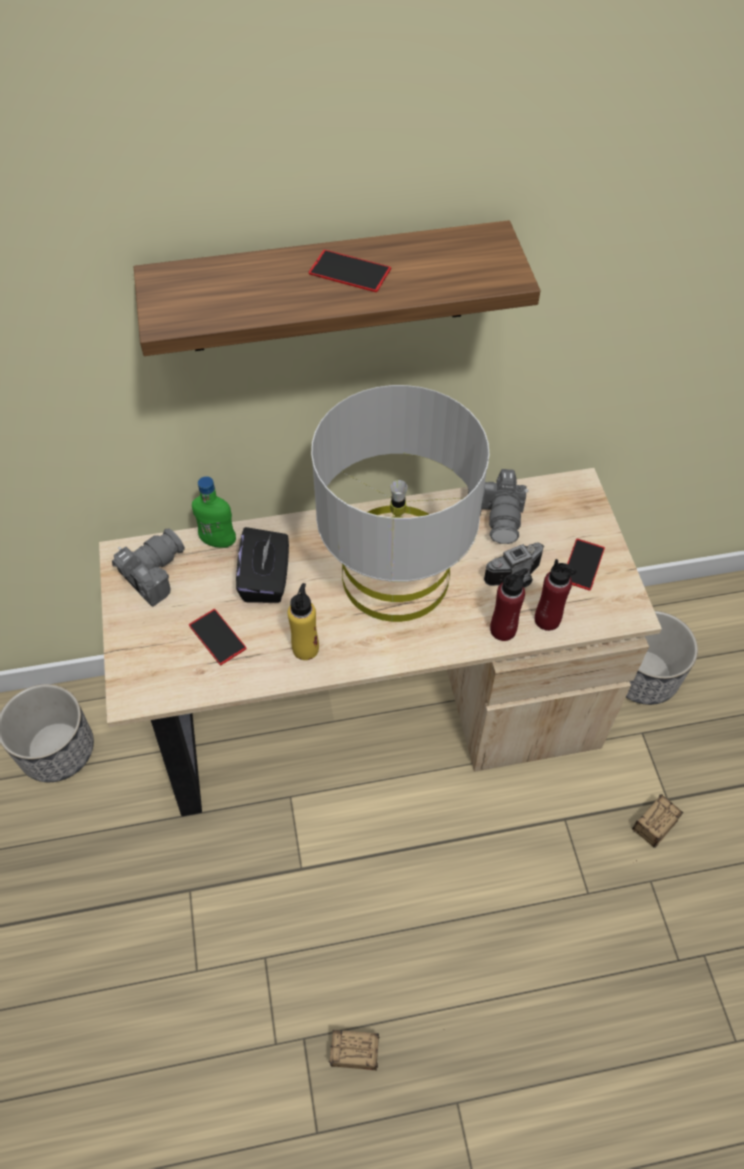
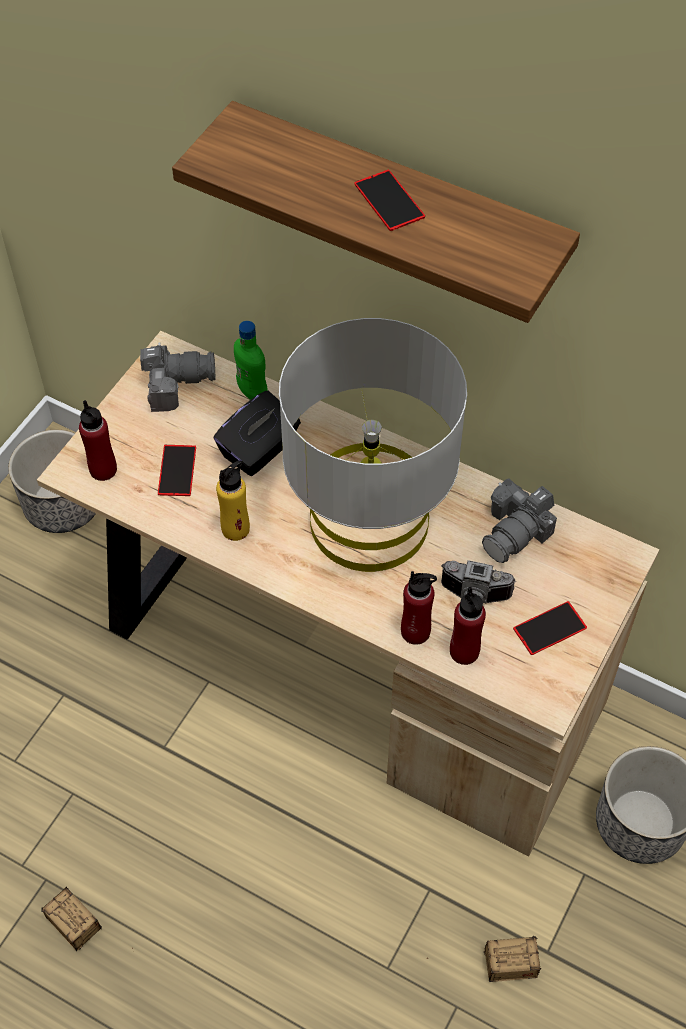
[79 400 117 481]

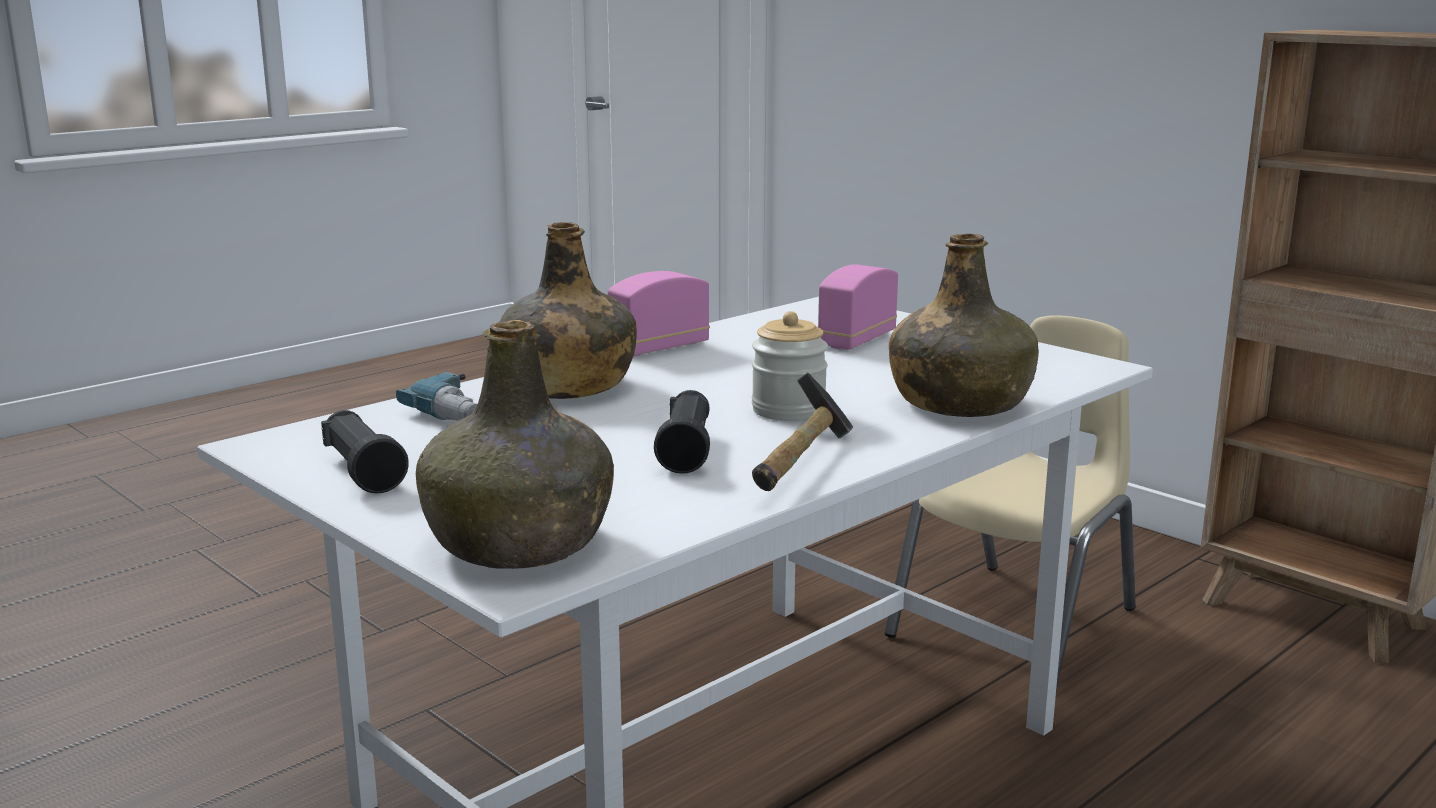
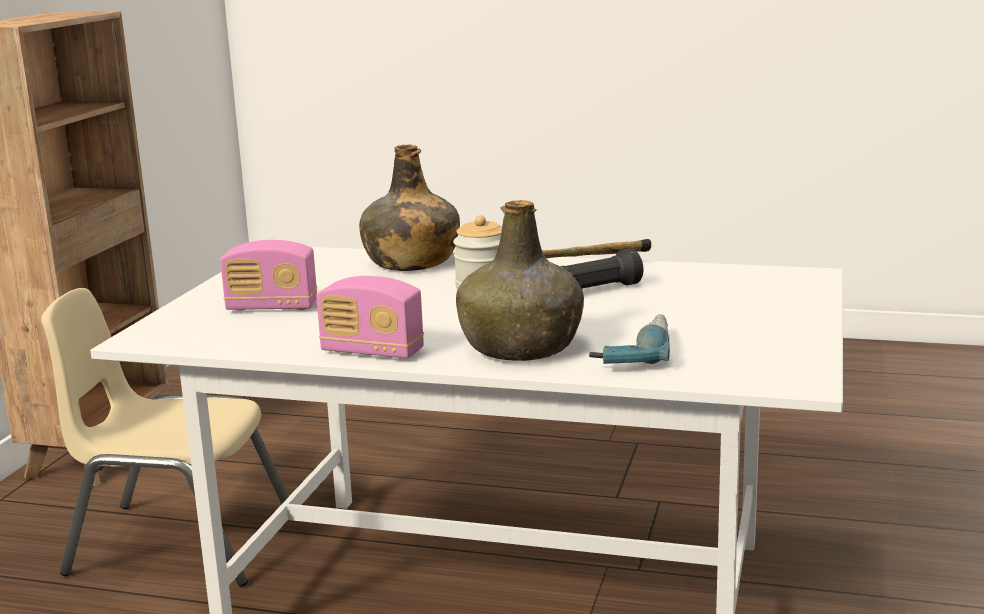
[416 320 614 569] (first image)
[321 410 409 494] (first image)

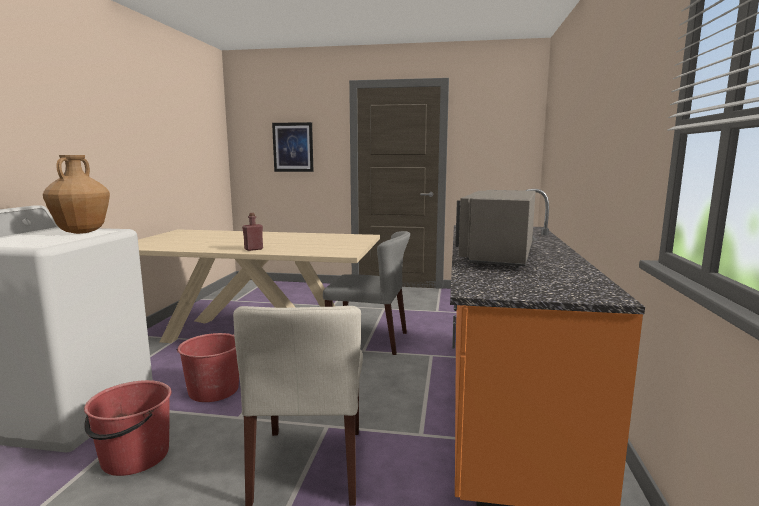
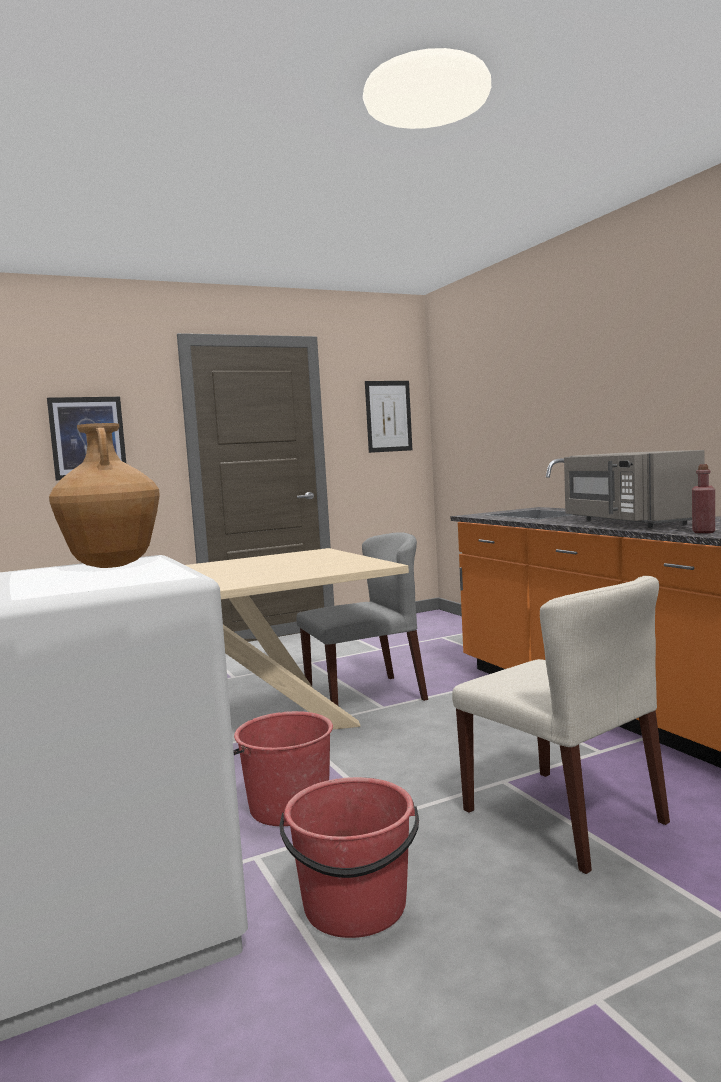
[692 464 715 533]
[365 381 412 453]

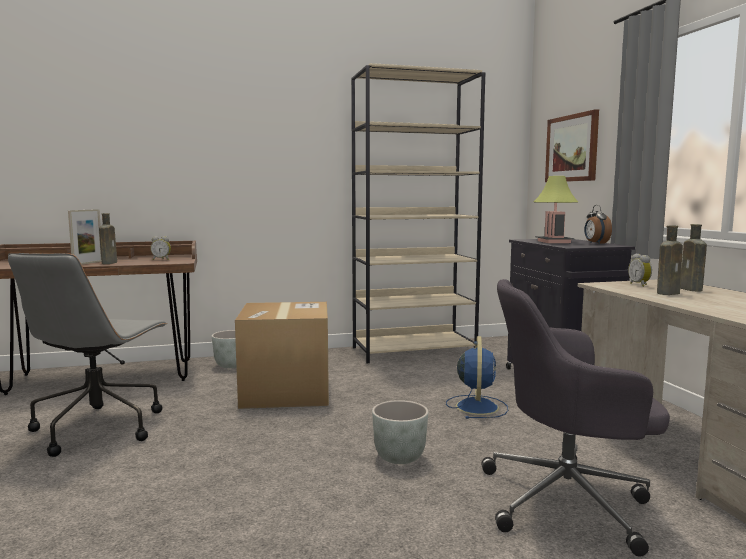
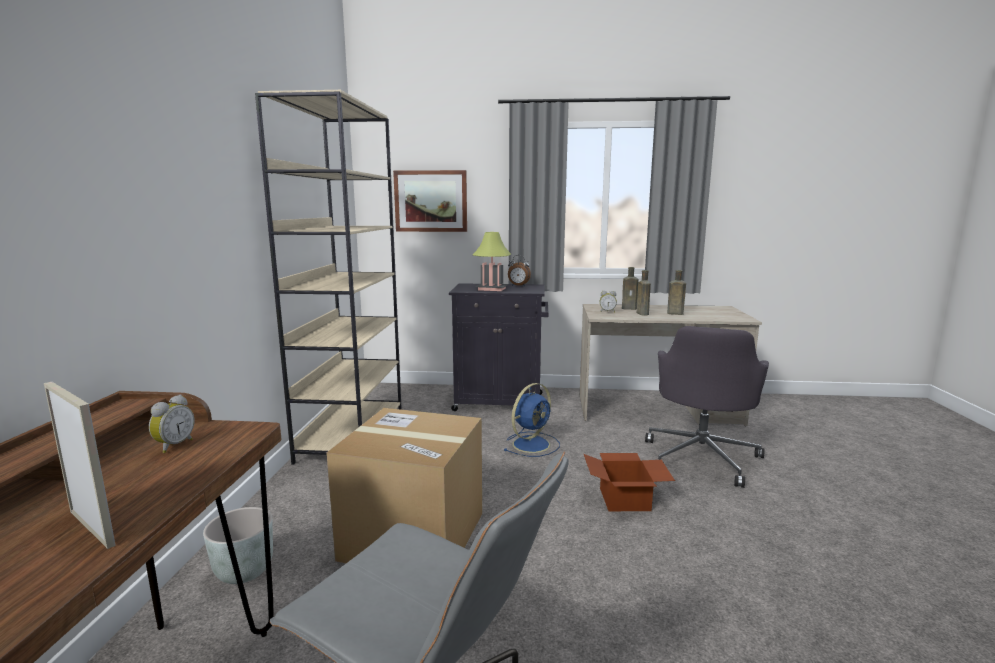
[667 270 686 315]
[503 383 560 457]
[584 453 675 511]

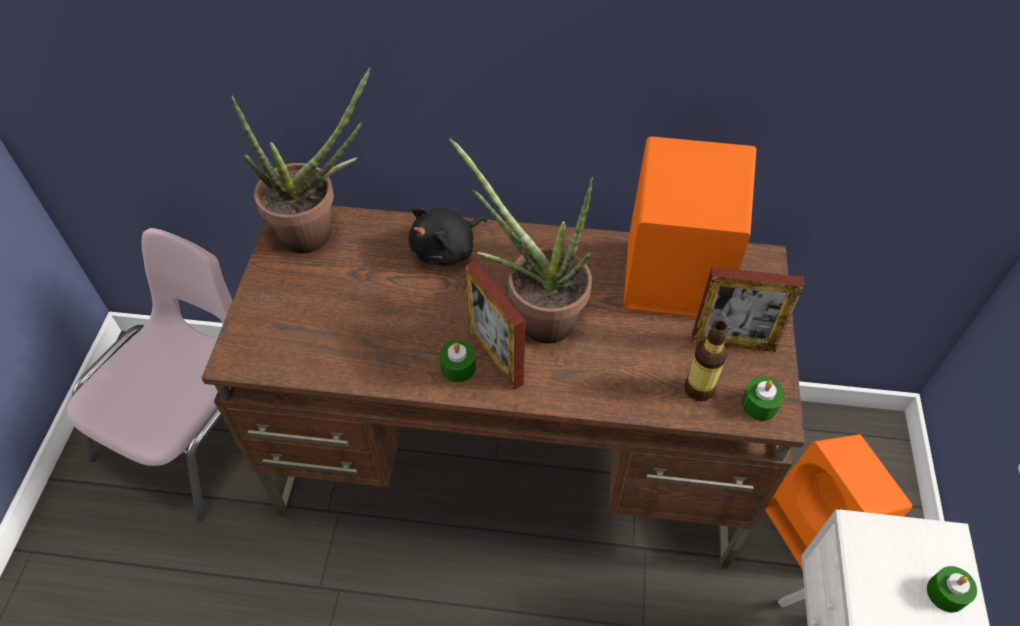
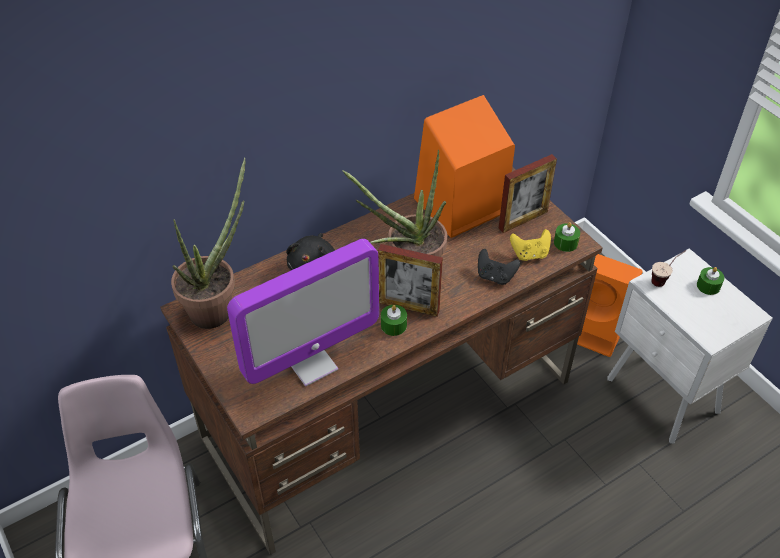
[510 229 551 261]
[227 239 379 386]
[478 249 520 285]
[651 250 686 287]

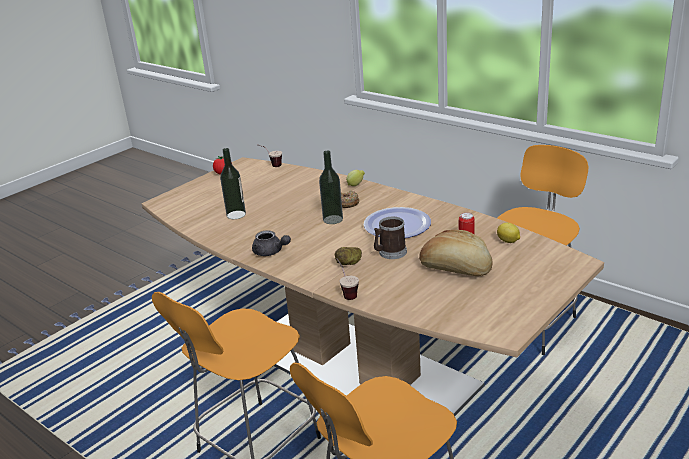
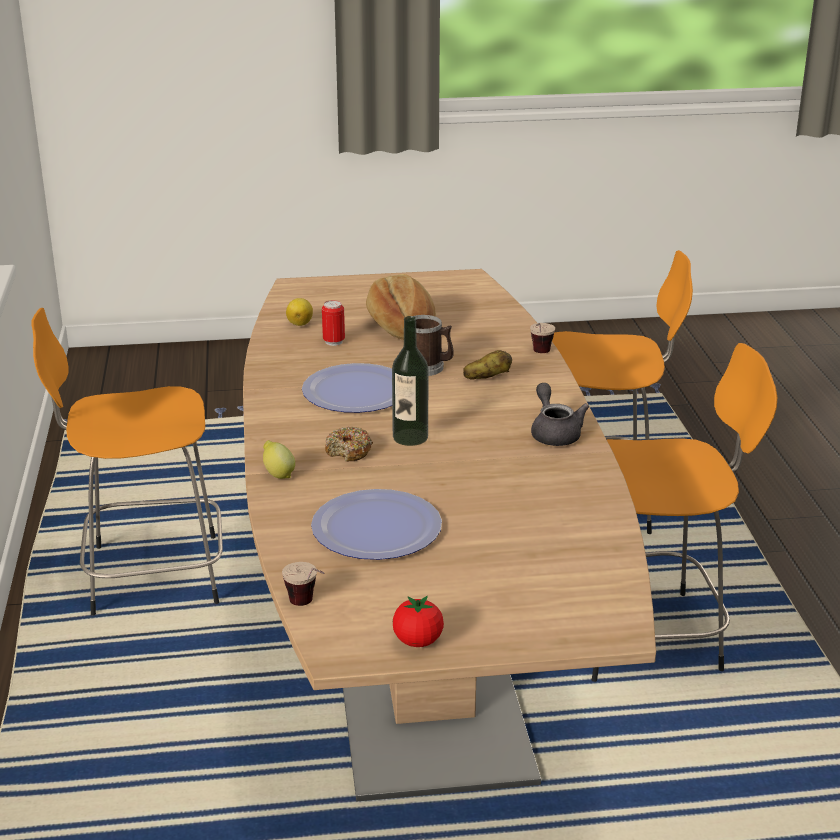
[220 148 246 219] (first image)
[311 489 442 560]

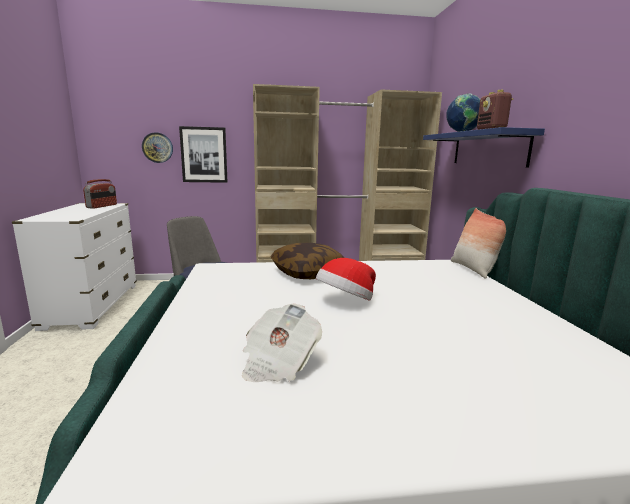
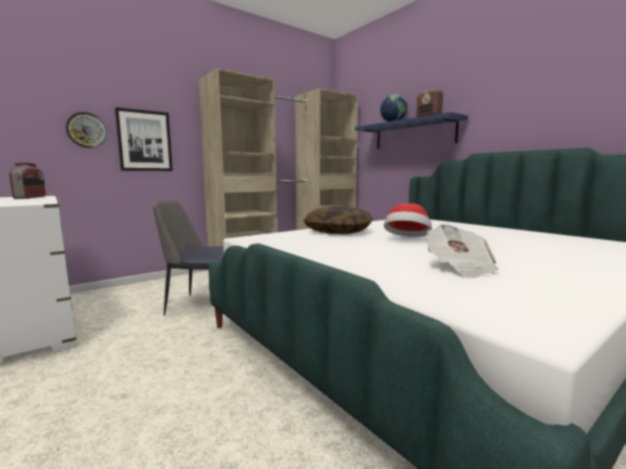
[451 208 506 279] (first image)

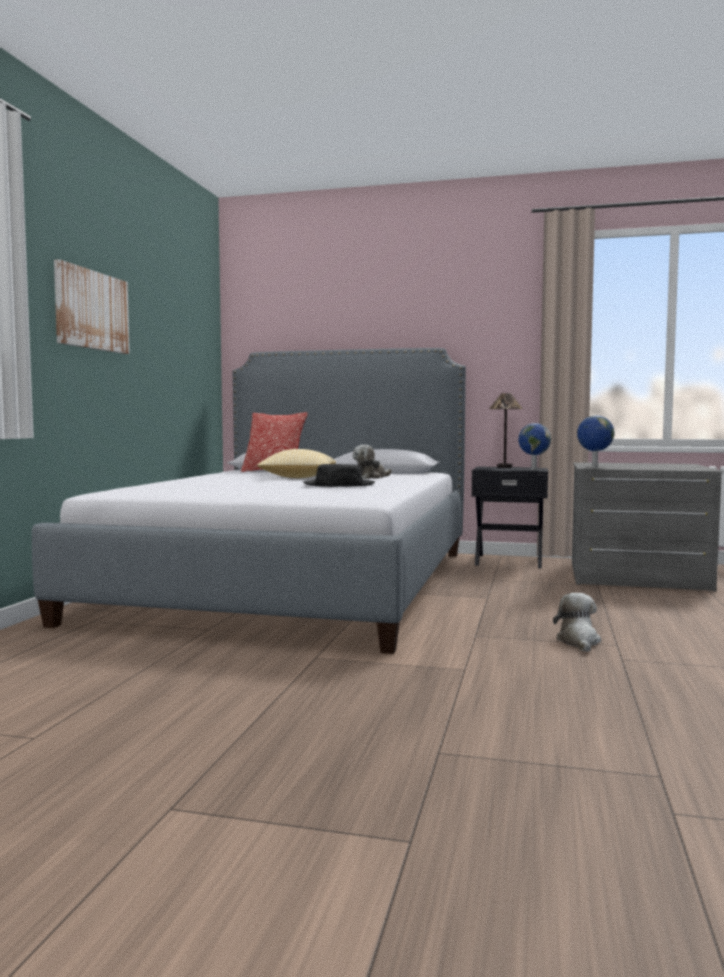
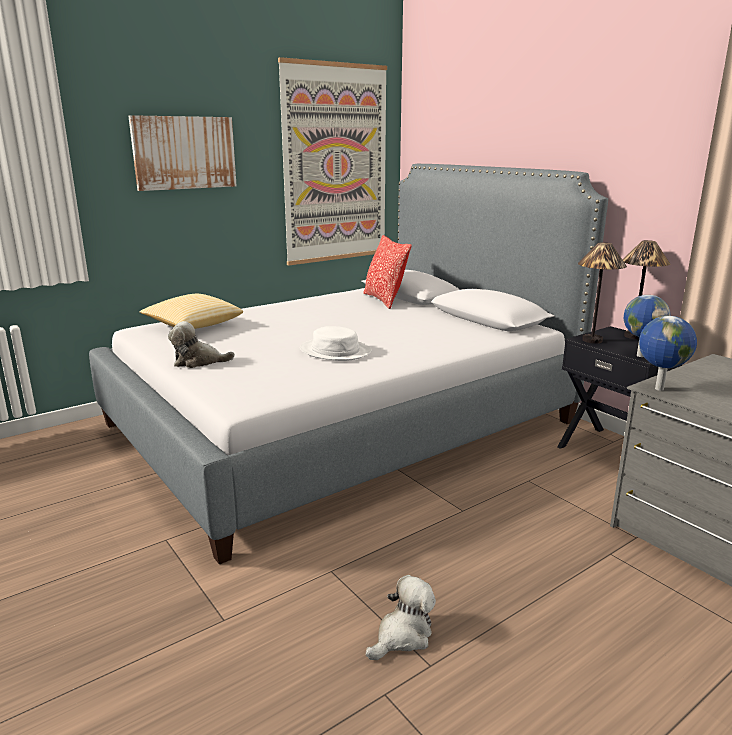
[168 321 235 368]
[140 294 243 329]
[300 326 371 361]
[278 57 387 266]
[578 243 627 344]

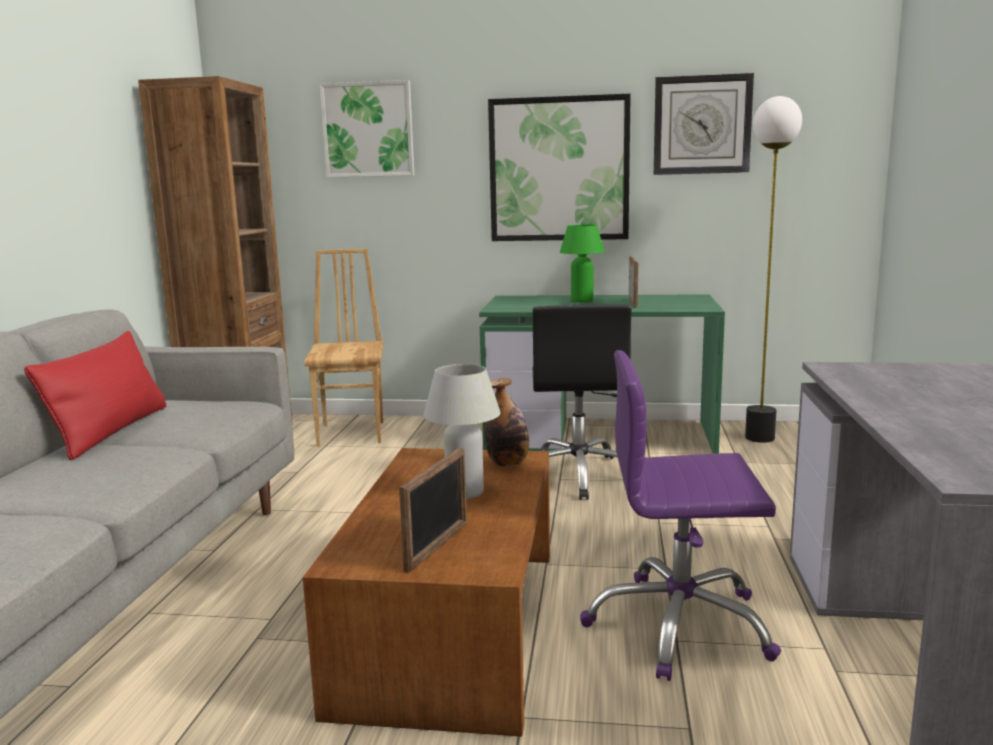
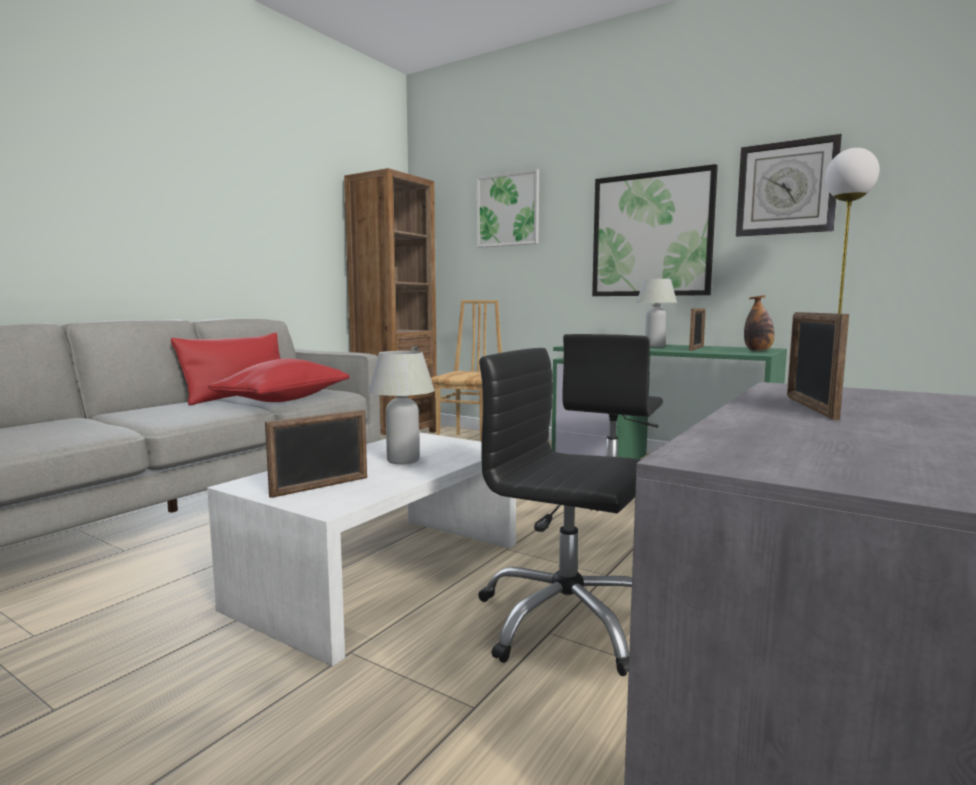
[636 279 677 347]
[478 348 642 676]
[744 295 774 351]
[207 432 516 666]
[787 312 849 420]
[207 358 350 402]

